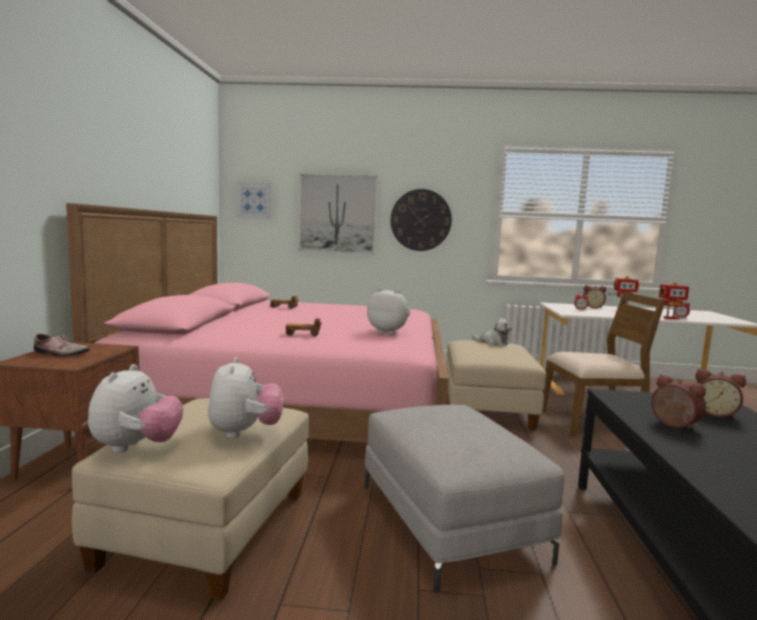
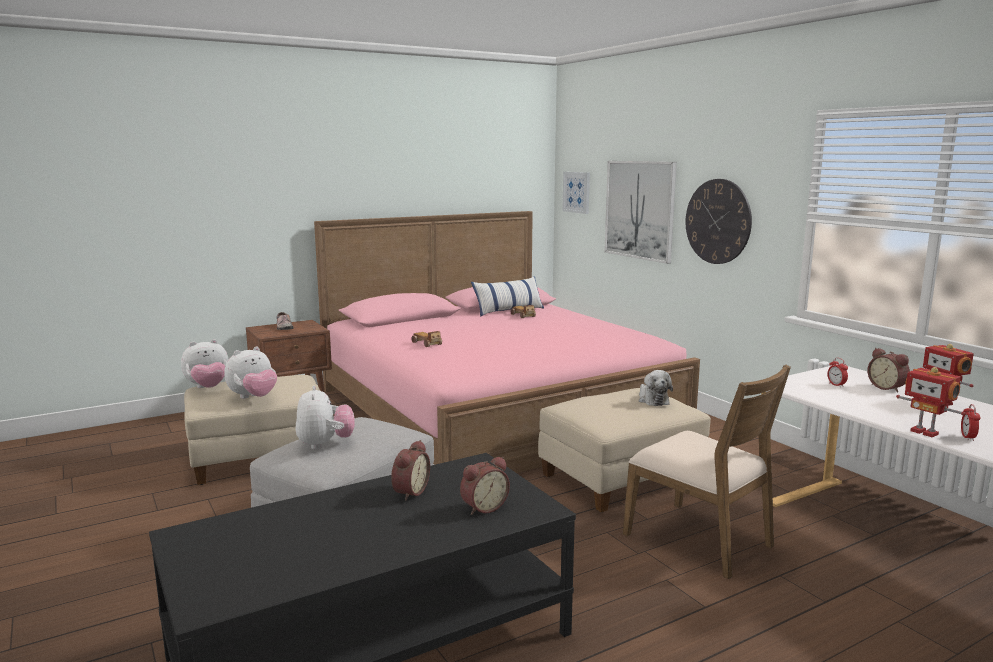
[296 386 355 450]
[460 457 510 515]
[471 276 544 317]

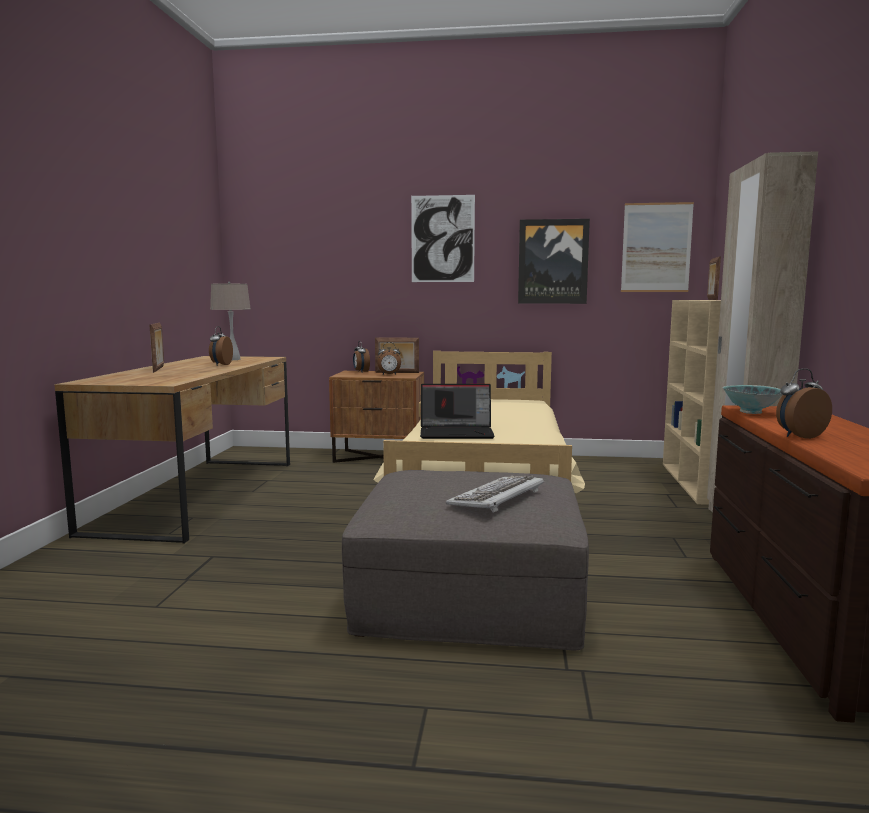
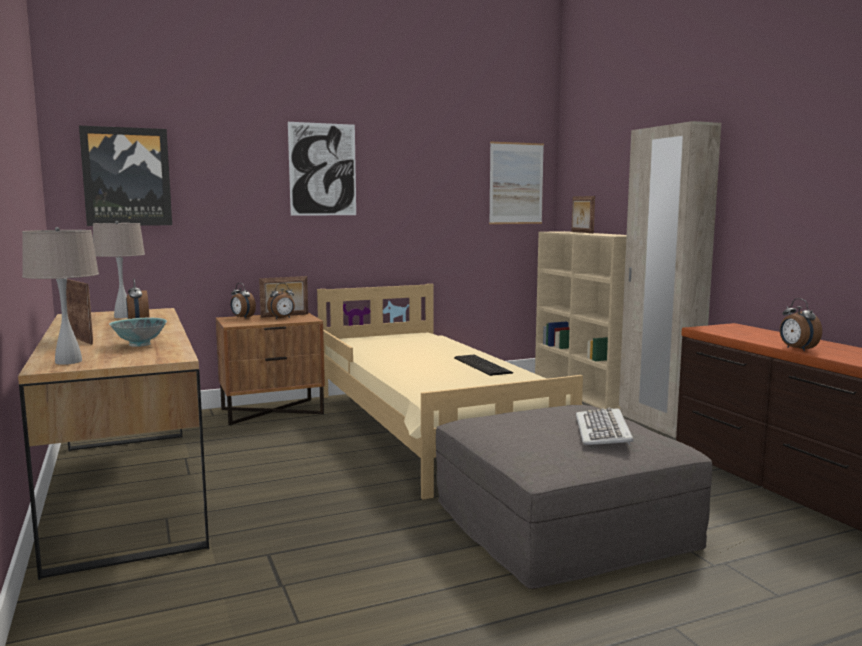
[79 126 172 226]
[780 298 822 351]
[420 384 495 439] (first image)
[109 318 167 347]
[22 227 99 365]
[454 355 513 376]

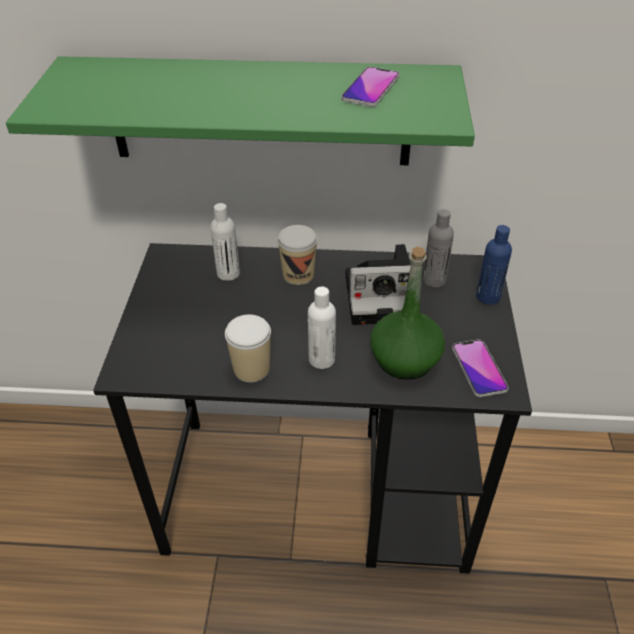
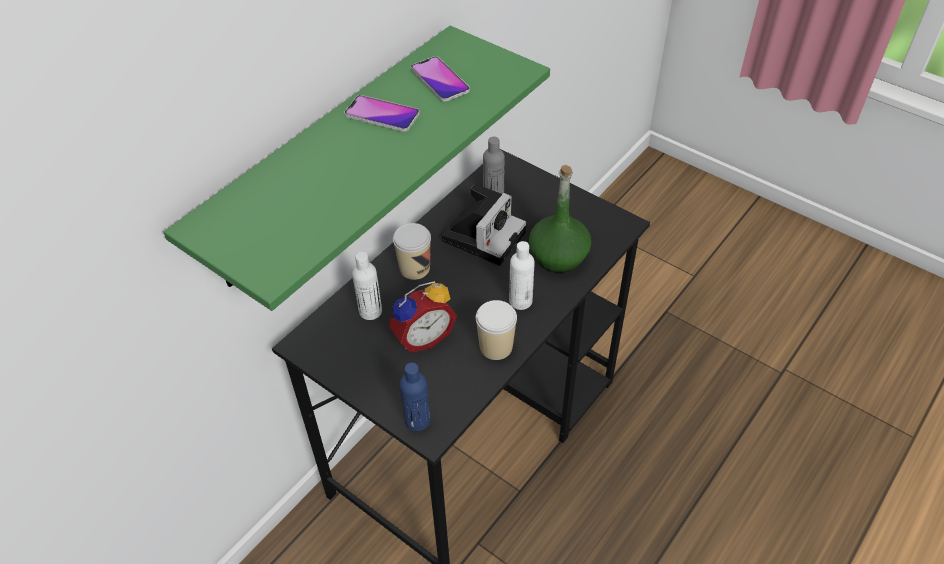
[400 363 431 431]
[344 95 420 132]
[389 281 457 352]

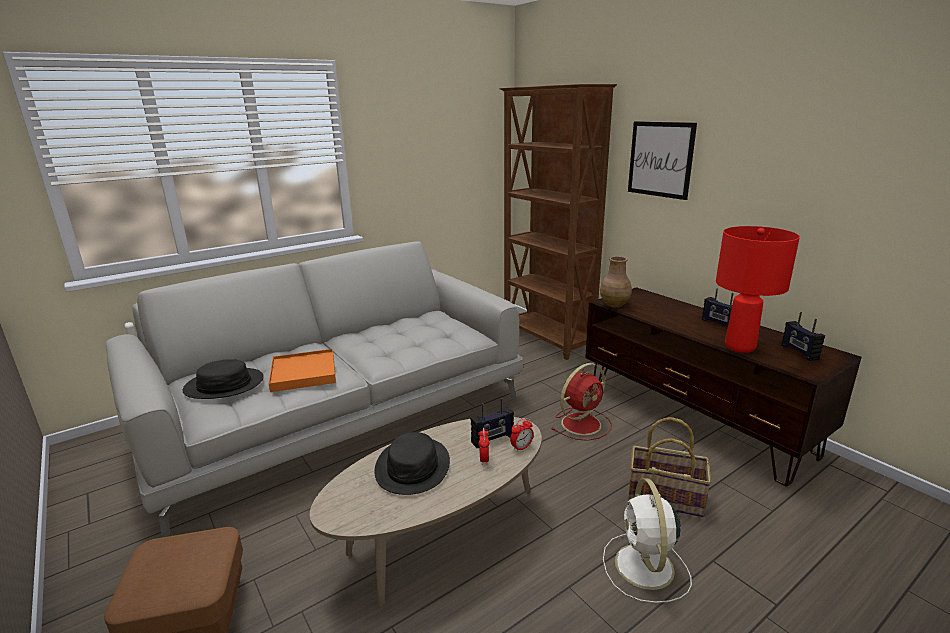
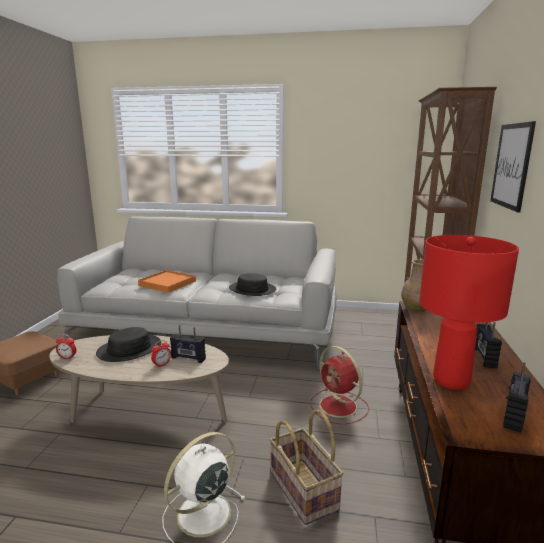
[229 273 276 296]
[311 346 369 425]
[56 334 76 359]

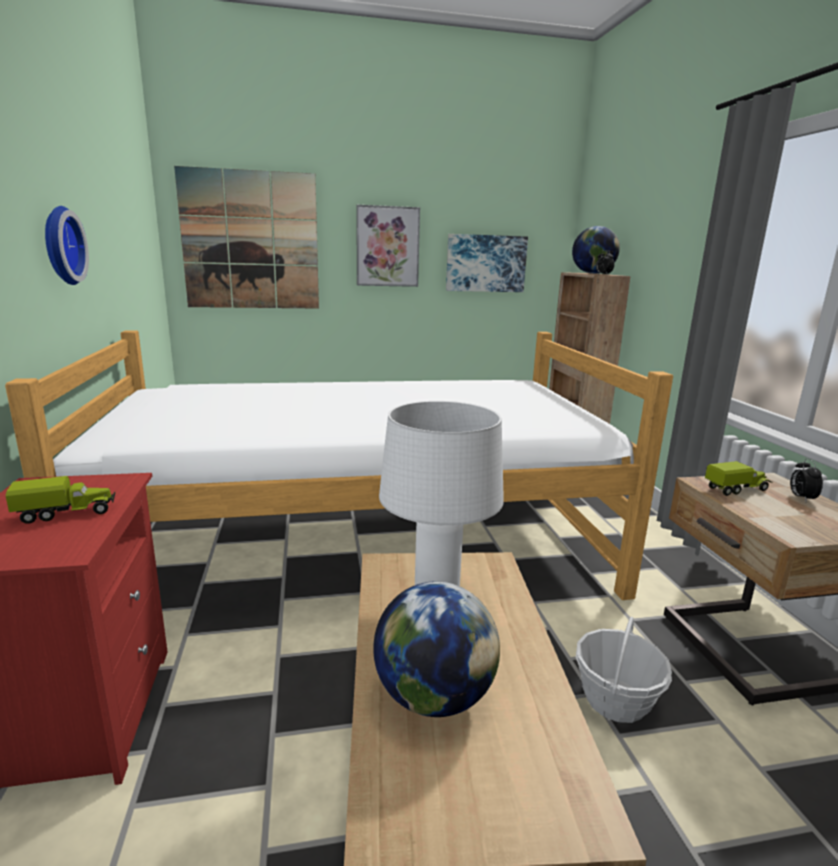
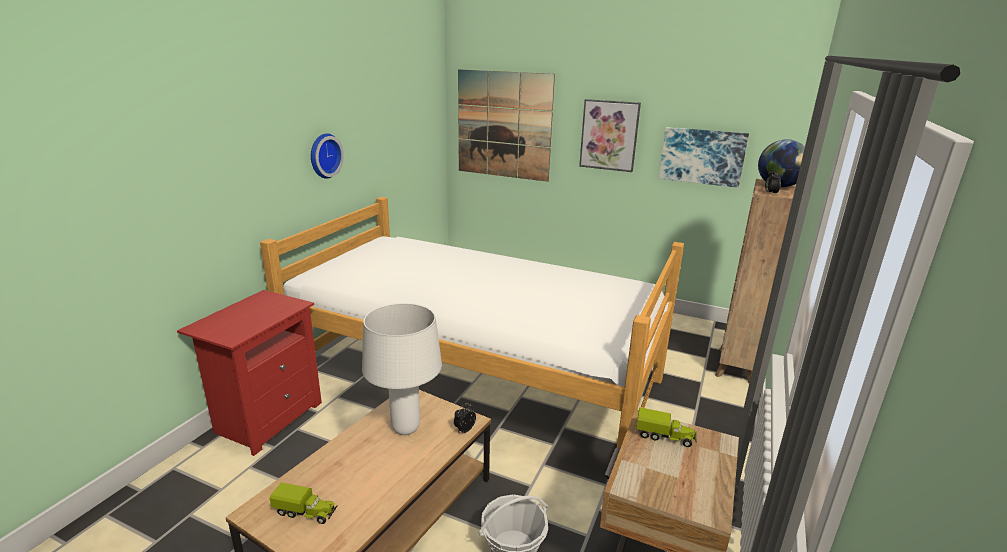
[454 403 476 433]
[270 482 337 524]
[373 581 500 717] (first image)

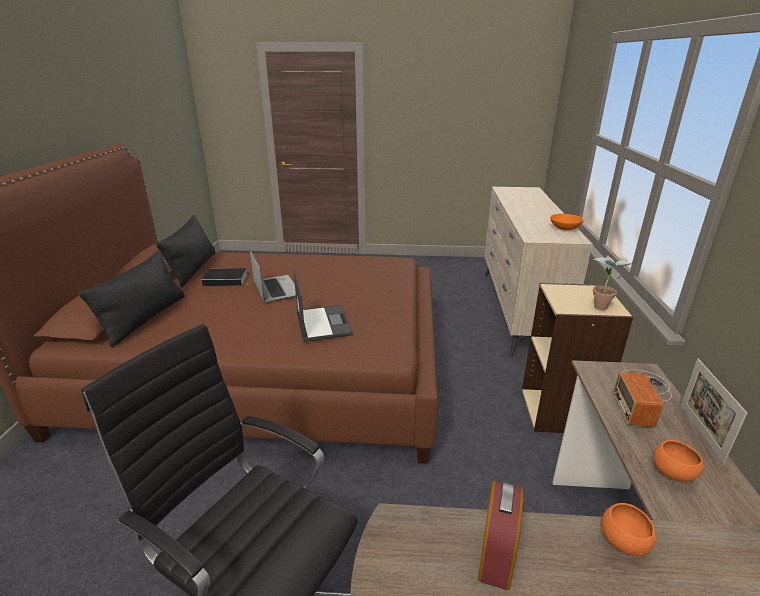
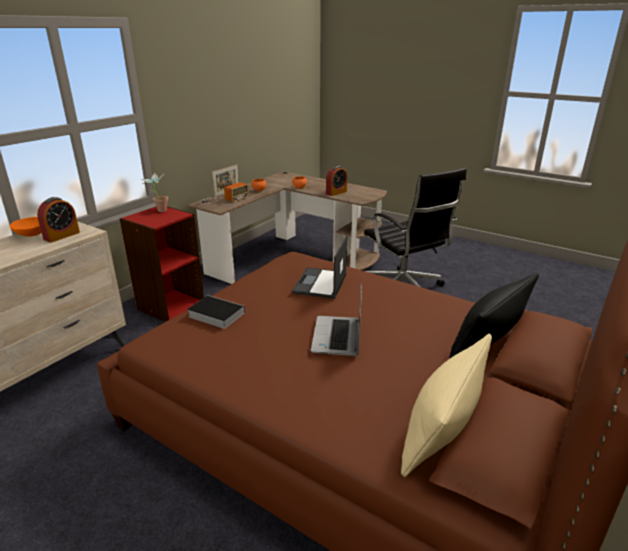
[401 334 492 477]
[187 295 245 329]
[119 206 204 322]
[37 197 80 243]

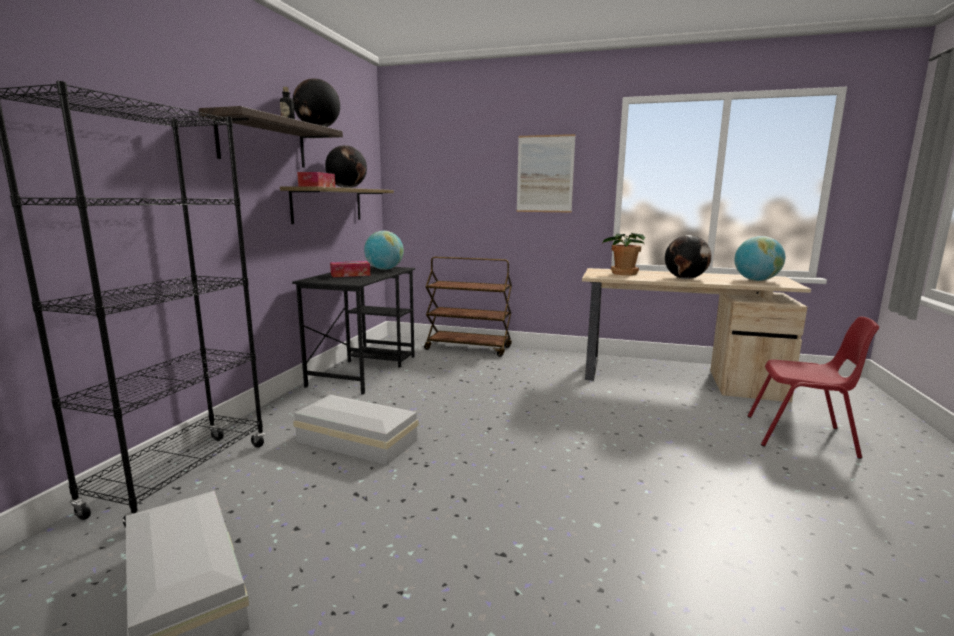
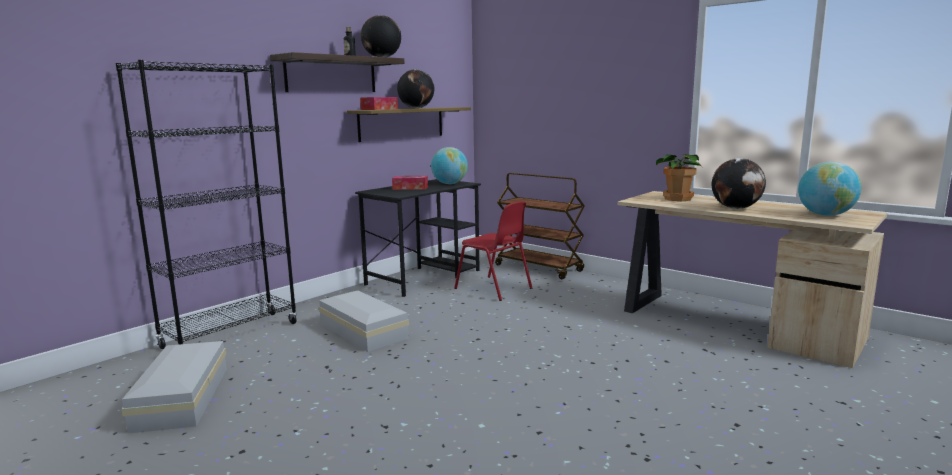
[517 134 576 213] (first image)
[454 201 532 301]

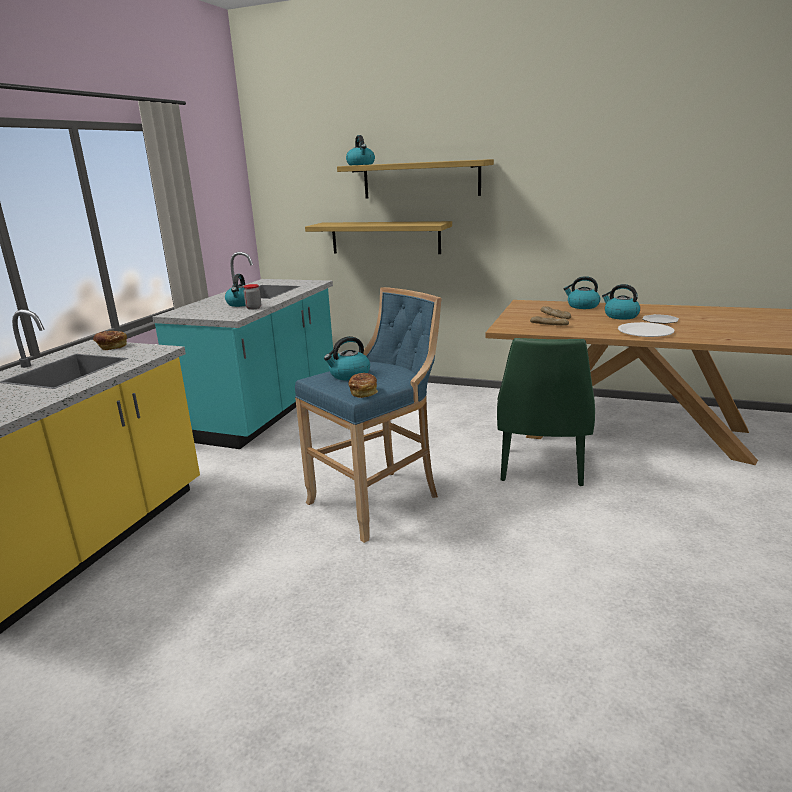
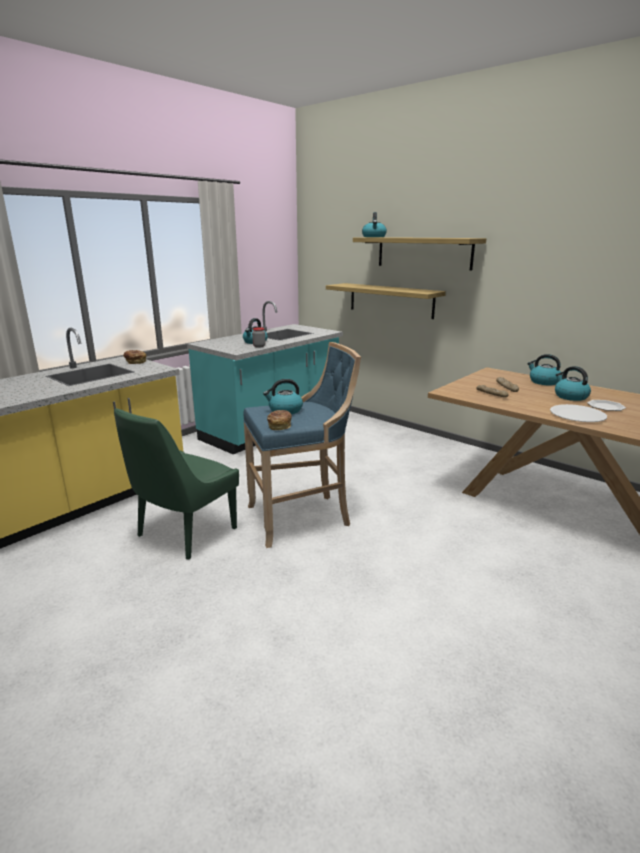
[114 408 239 559]

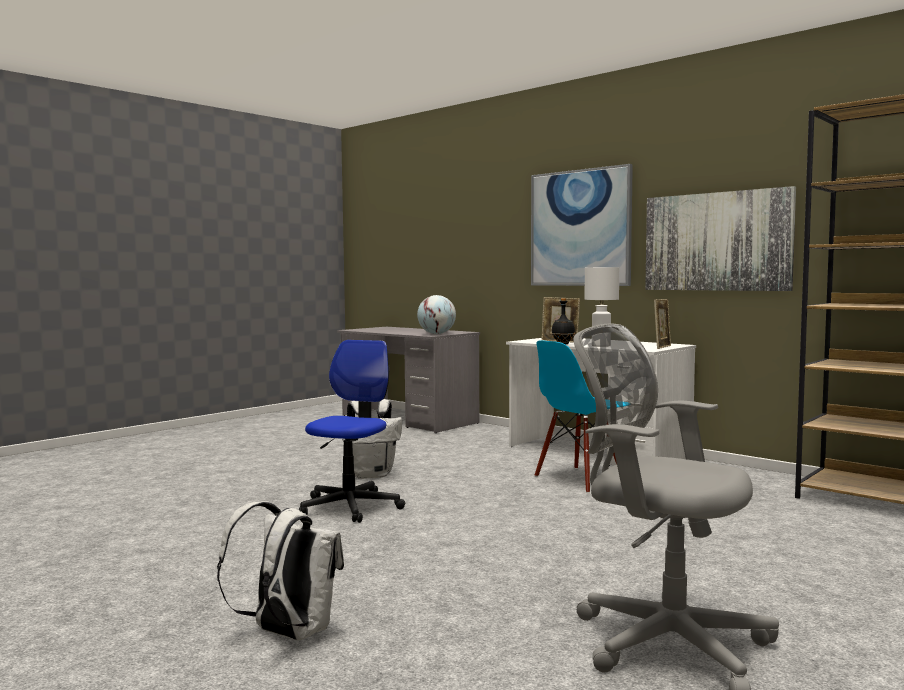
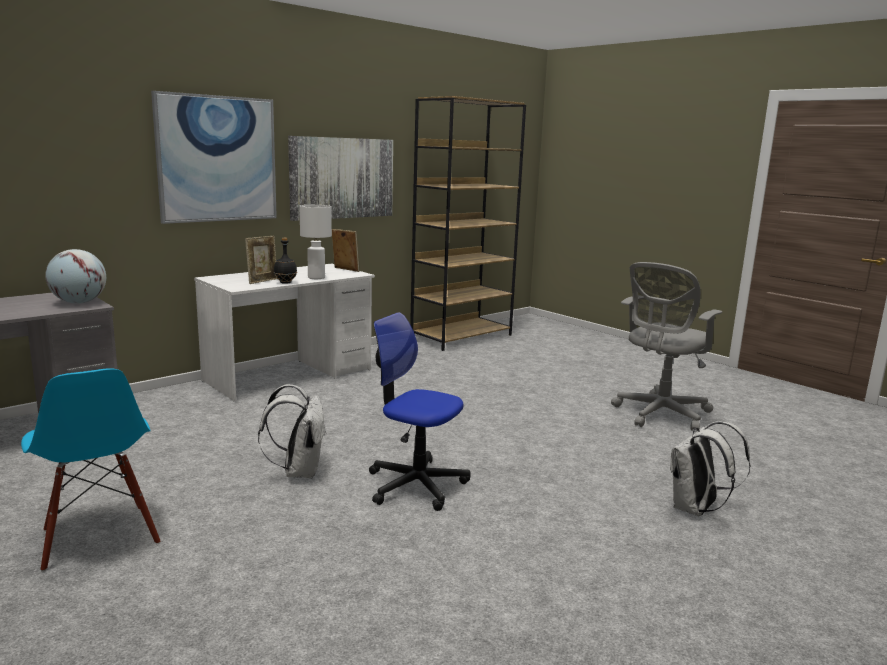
[21 368 161 572]

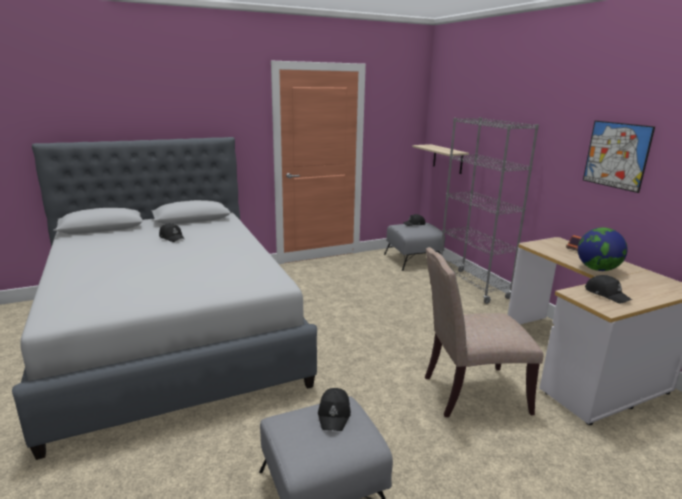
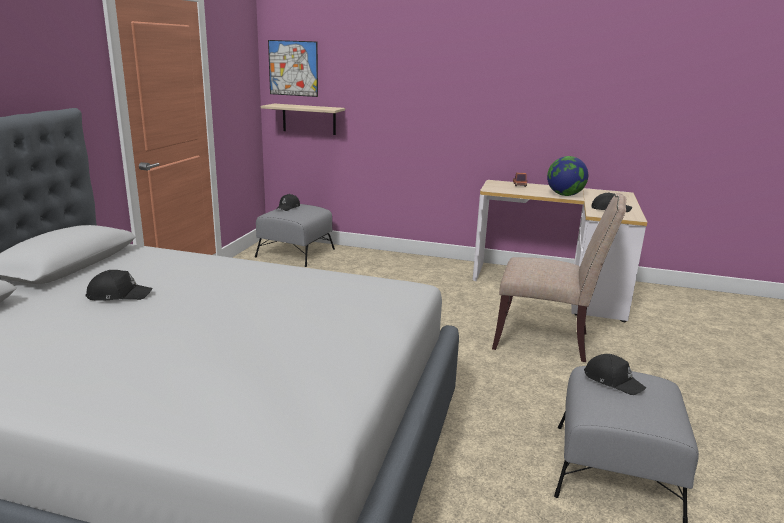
[441 117 539 304] (first image)
[268 40 318 97]
[492 193 626 362]

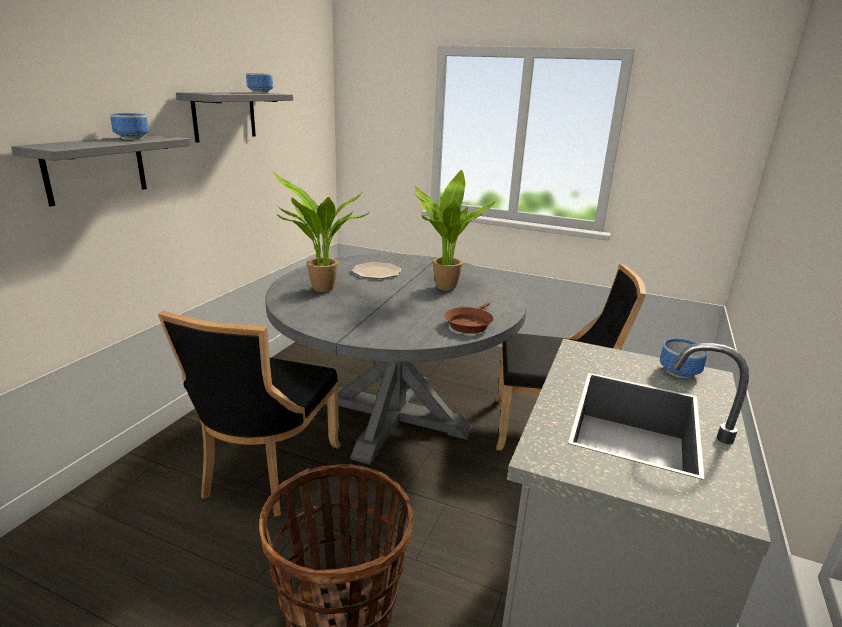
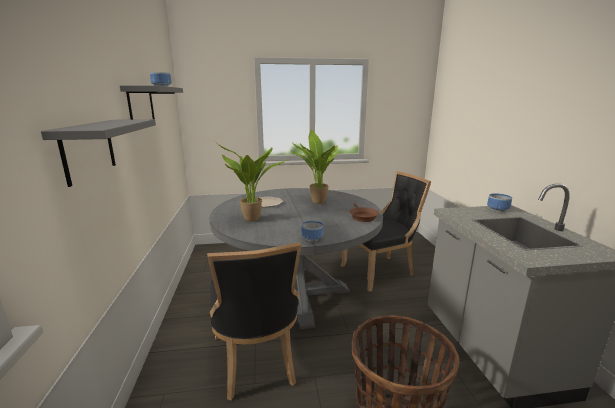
[301 221 323 242]

